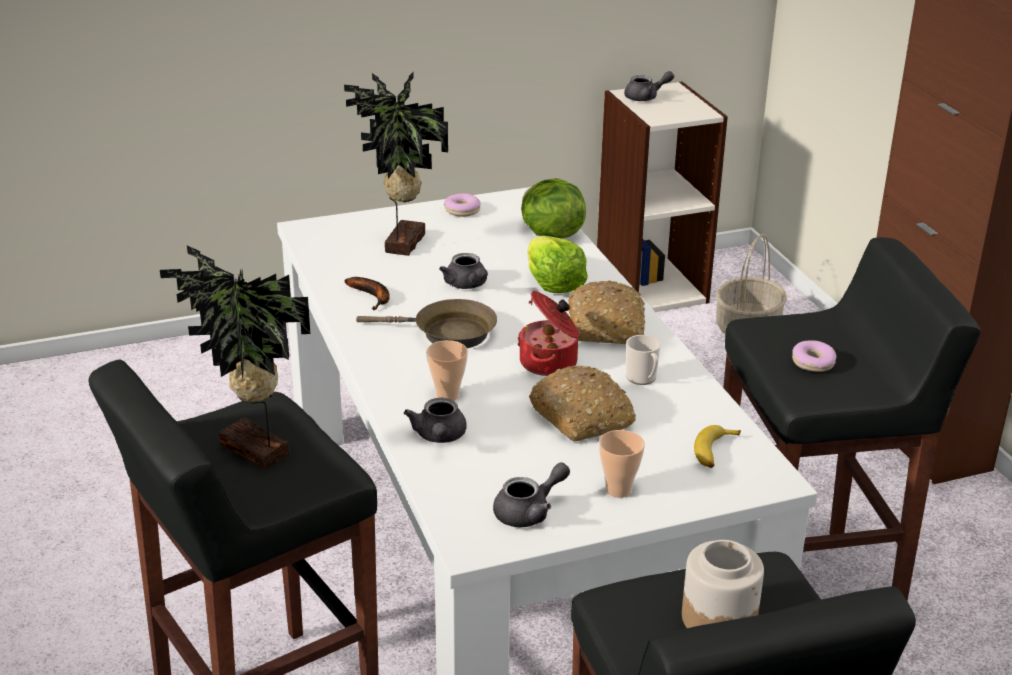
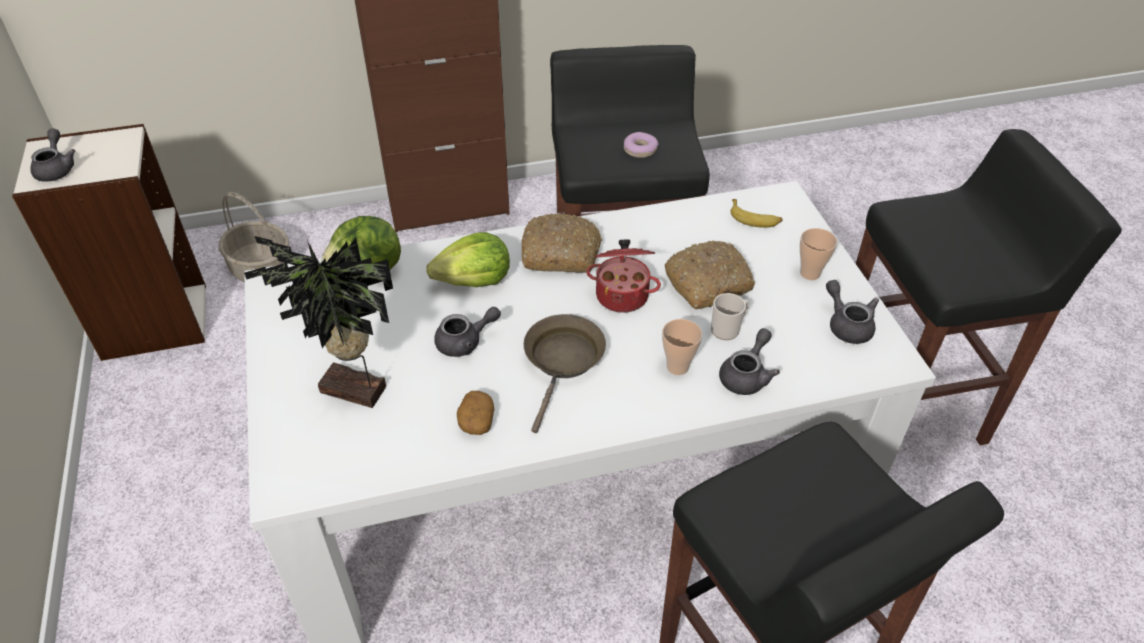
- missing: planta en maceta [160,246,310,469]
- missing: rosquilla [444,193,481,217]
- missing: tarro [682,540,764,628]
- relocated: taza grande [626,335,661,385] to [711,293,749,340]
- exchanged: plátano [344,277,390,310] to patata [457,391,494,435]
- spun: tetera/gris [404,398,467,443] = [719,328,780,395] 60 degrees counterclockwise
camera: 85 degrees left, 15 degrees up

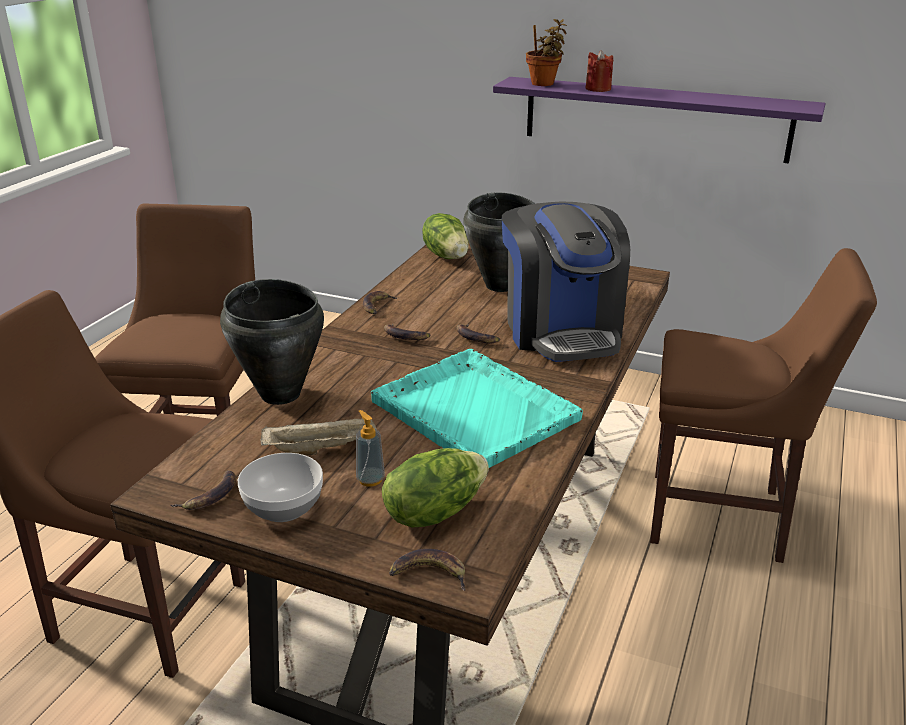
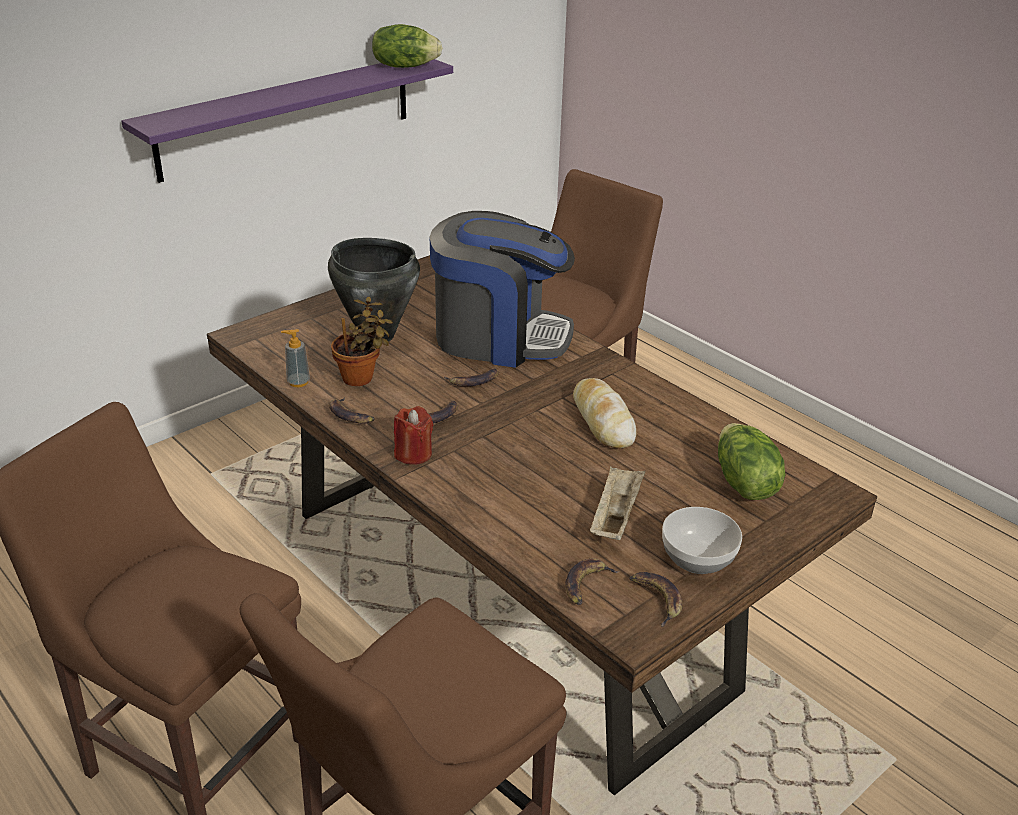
- missing: olla/negro [220,279,324,405]
- relocated: dispensador de jabón [356,410,385,487] to [281,329,310,387]
- relocated: plátano [389,549,465,591] to [565,558,620,605]
- relocated: lechuga [422,213,469,259] to [372,24,442,68]
- relocated: planta en maceta [526,19,567,86] to [331,297,393,386]
- relocated: vela/rojo [585,50,613,92] to [394,406,434,465]
- exchanged: bandeja/turquesa [371,349,583,468] to pan [573,378,636,449]
camera: 65 degrees left, 5 degrees up

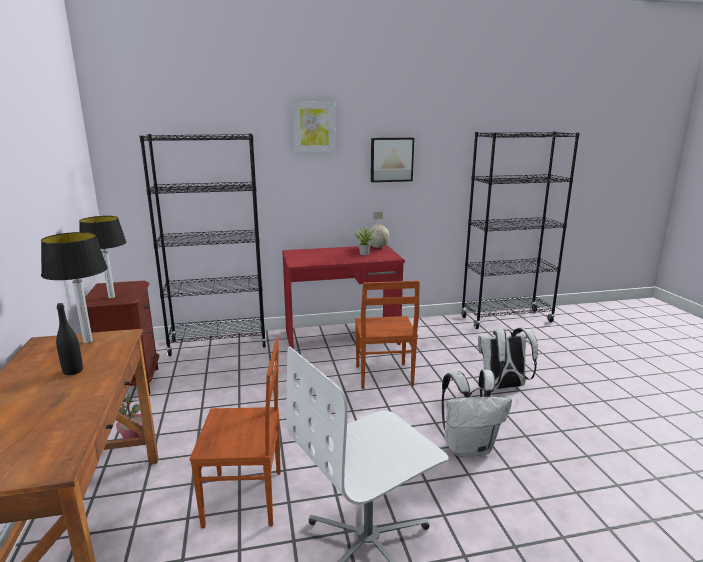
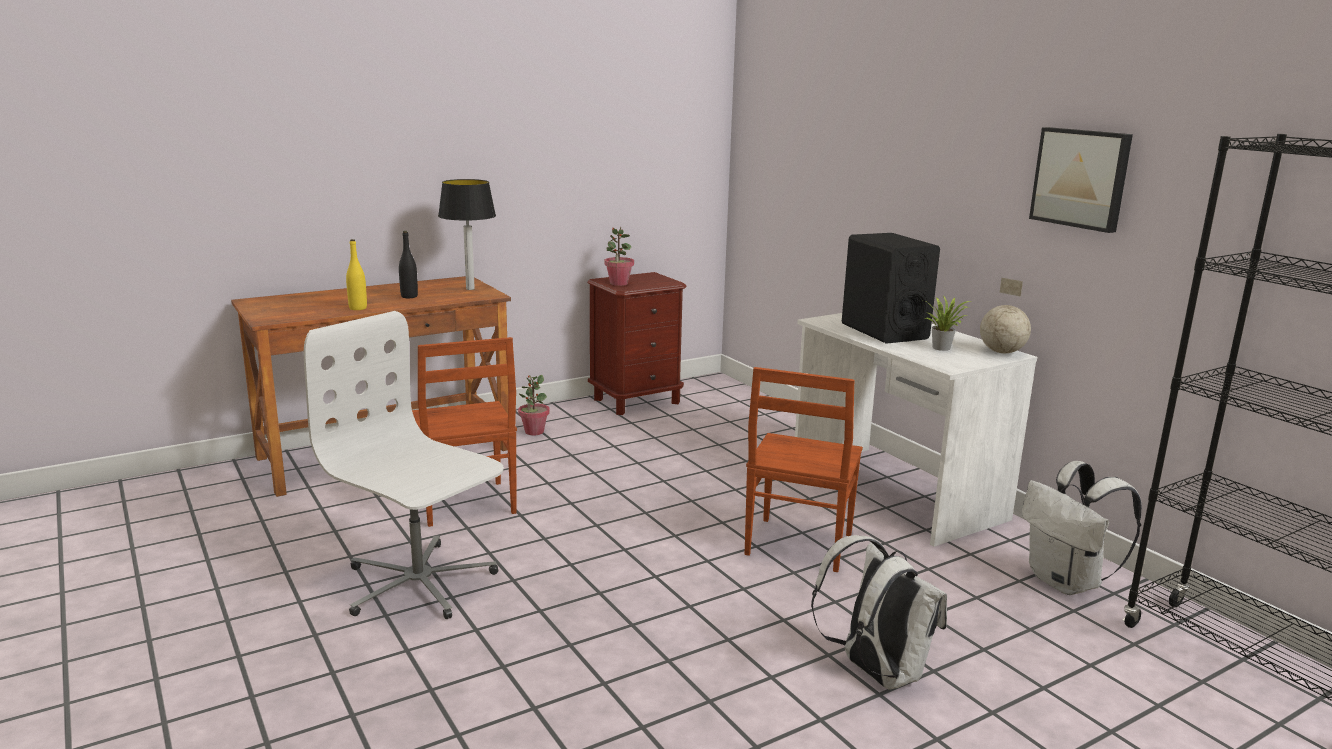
- missing: estantería/negro [140,133,267,356]
- missing: cuadro [292,101,336,153]
- appeared: botella/amarillo [346,239,367,310]
- appeared: altavoz/negro [842,233,940,344]
- relocated: mochila/blanco [442,370,512,457] to [1022,461,1142,595]
- exchanged: lámpara de mesa [79,216,127,298] to planta en maceta [604,227,634,286]
- colour: escritorio/rojo [282,245,405,349] to escritorio/blanco [795,313,1037,547]
- spun: silla/marrón [355,281,420,389] = [745,367,863,572] 45 degrees counterclockwise
camera: 70 degrees right, 0 degrees up

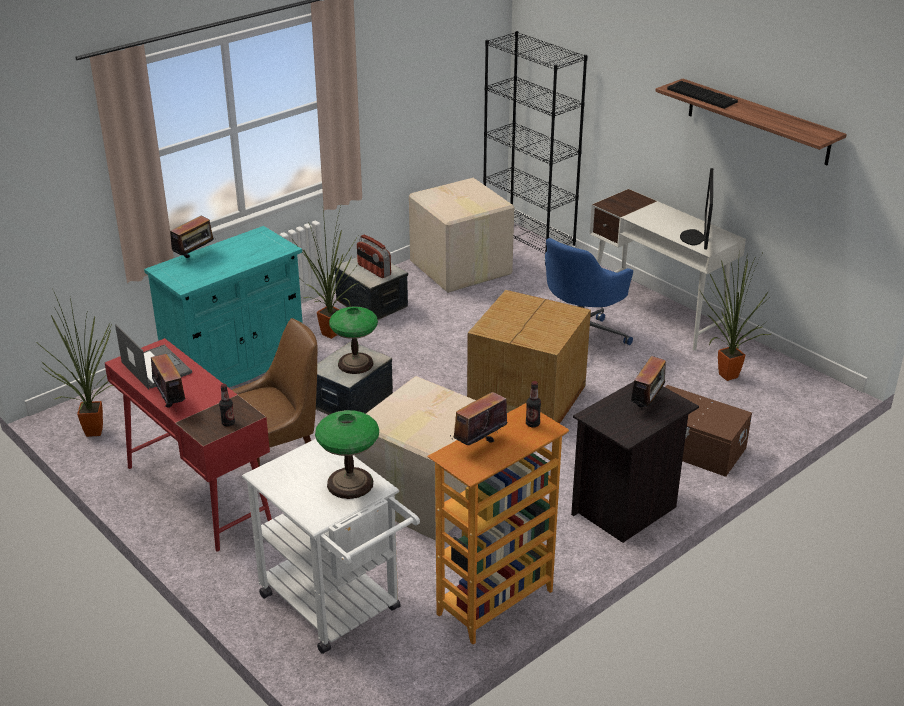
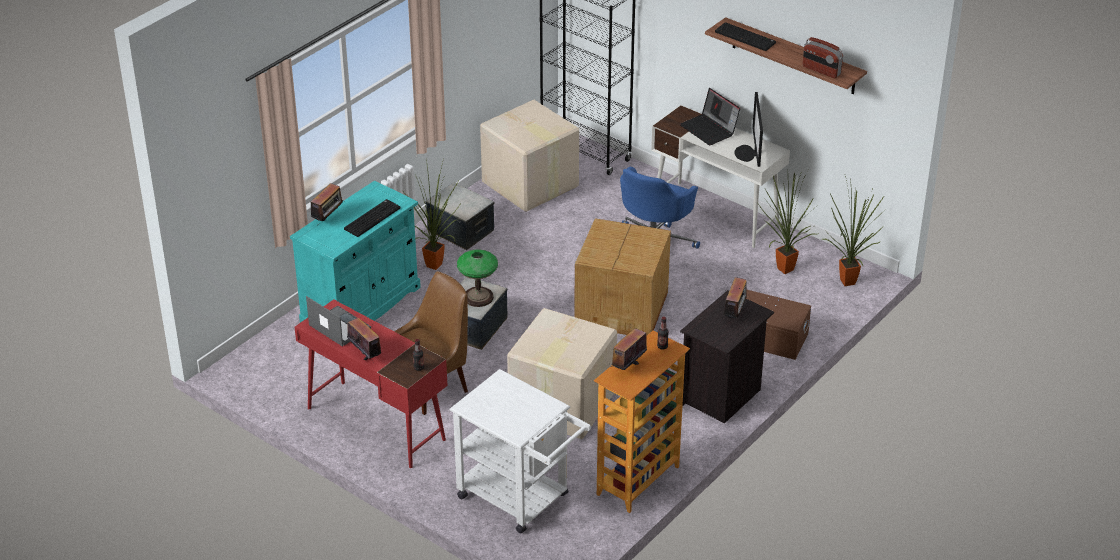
- missing: lámpara de mesa [315,410,379,499]
- appeared: teclado [344,199,400,237]
- appeared: portátil [680,88,740,146]
- relocated: planta en maceta [35,290,113,437] to [822,176,884,286]
- relocated: radio [357,235,391,278] to [803,37,843,78]
camera: 10 degrees left, 5 degrees up

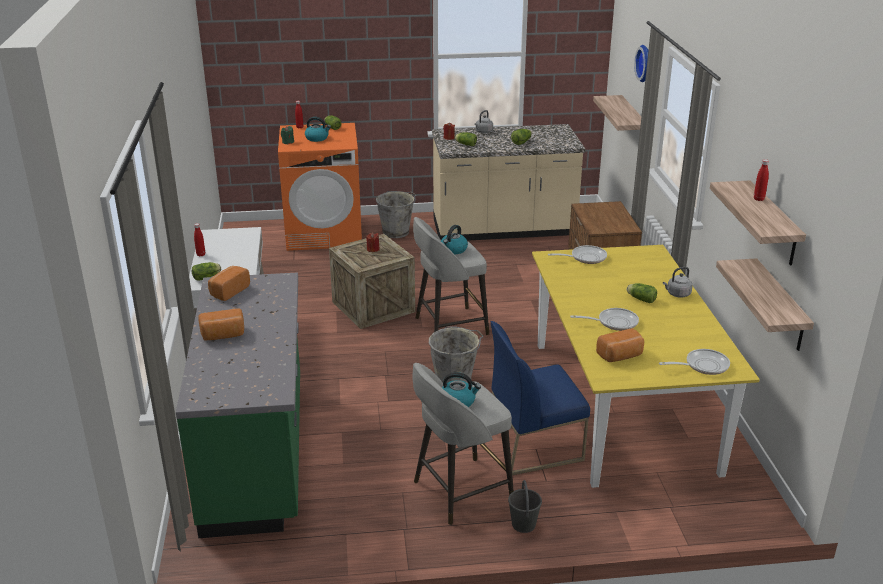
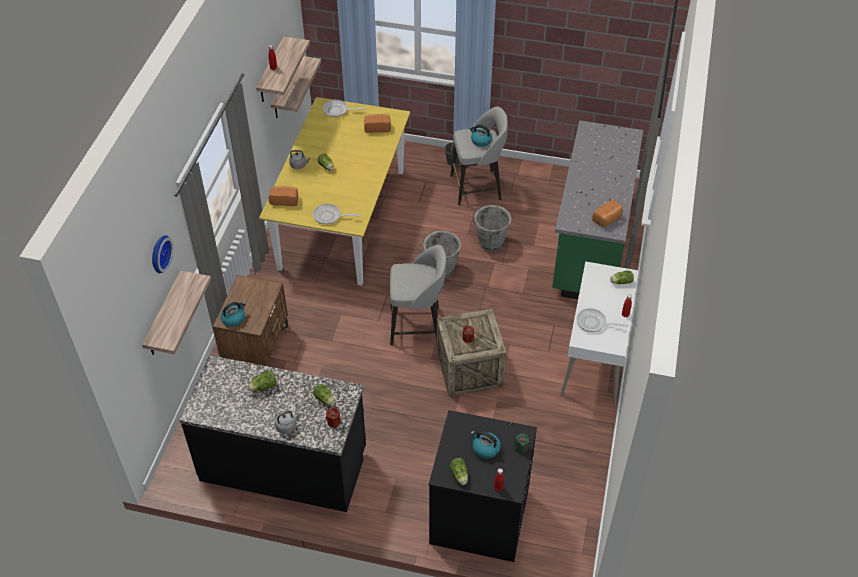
- missing: silla/azul [491,321,590,475]
- relocated: pan [199,308,244,341] to [269,186,298,206]
- relocated: cubo/gris [376,191,416,238] to [470,205,511,251]
- relocated: hervidor [441,225,468,254] to [220,302,246,327]
- relocated: sartén [570,308,639,331] to [576,308,629,332]
- colour: lavadora/naranja [278,123,362,251] to lavadora/negro [428,410,537,562]
- colour: mueble bajo de cocina/beis [432,124,585,241] to mueble bajo de cocina/negro [179,355,366,512]
camera: 160 degrees left, 20 degrees up

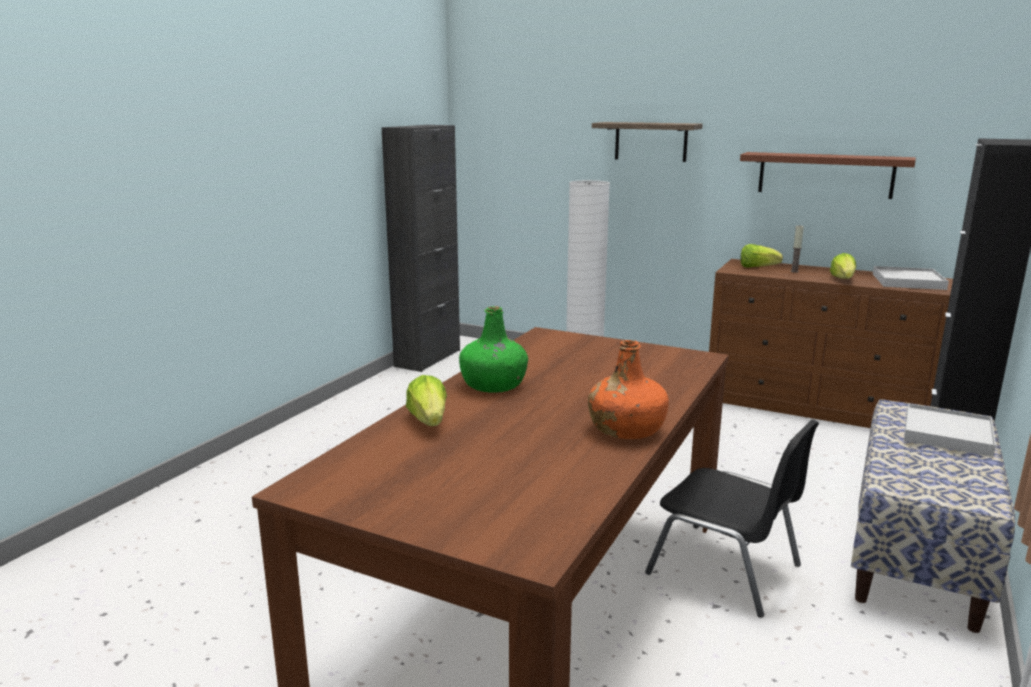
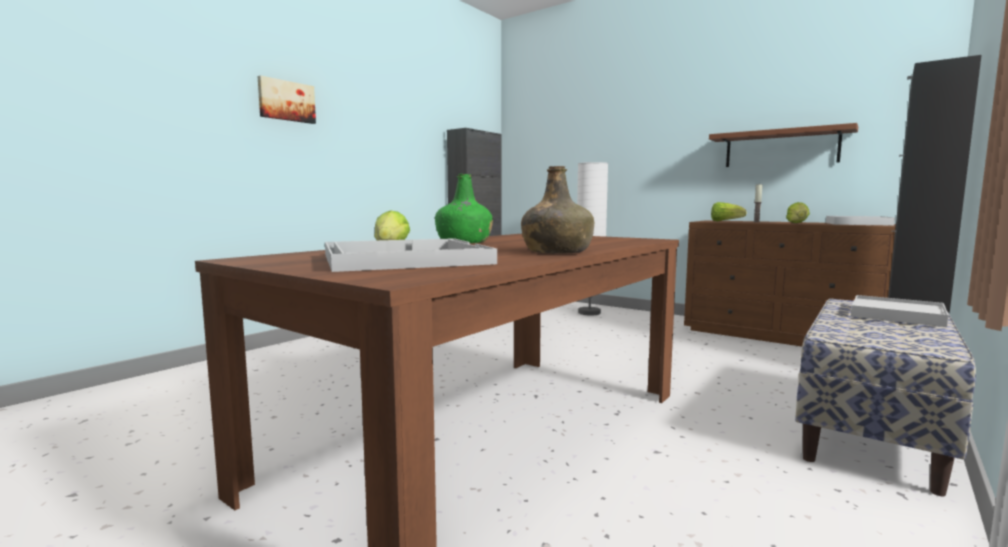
- missing: estante [592,122,703,162]
- missing: silla/negro [645,419,819,618]
- appeared: cuadro [258,75,316,124]
- appeared: bandeja/blanco [325,238,497,272]
- colour: botella/naranja [588,340,669,439] to botella/verde [521,166,594,254]
camera: 10 degrees right, 10 degrees down

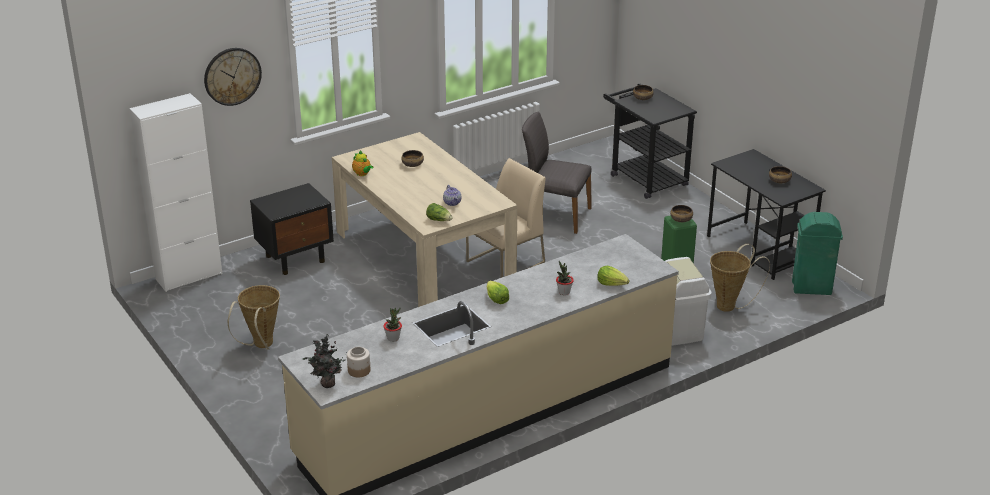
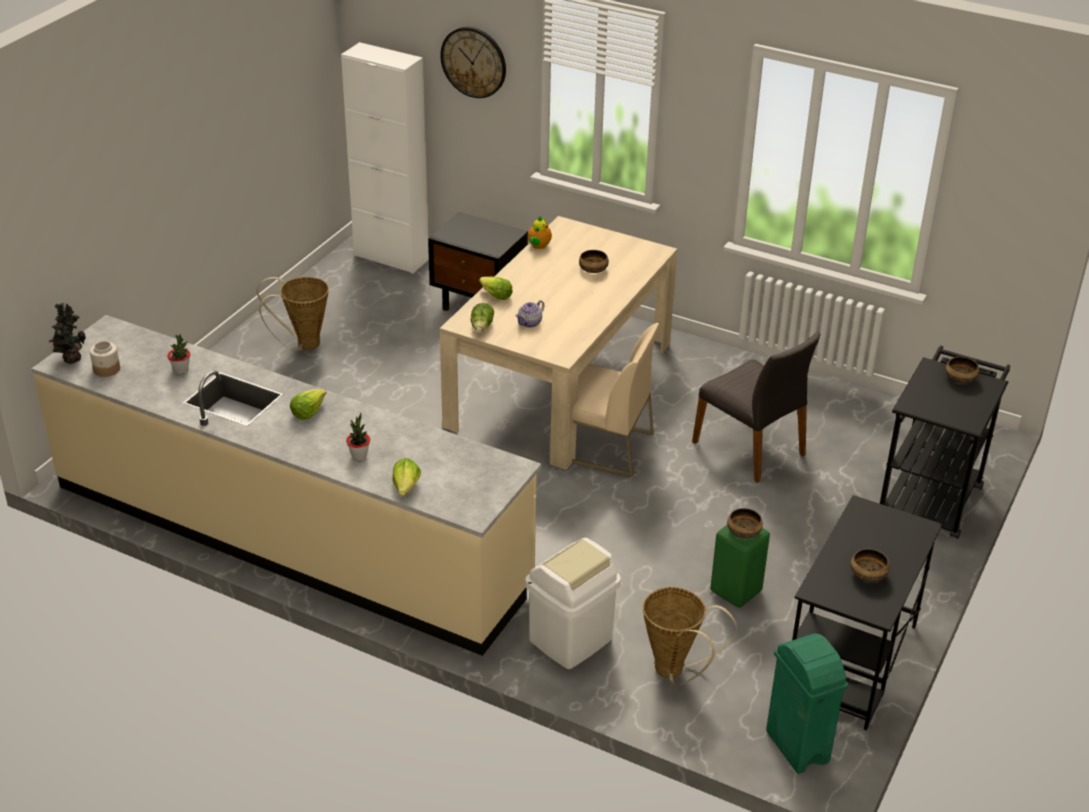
- appeared: lechuga [479,277,513,300]
- spun: silla/gris [522,112,592,234] = [692,331,821,483] 150 degrees clockwise
camera: 60 degrees right, 5 degrees up

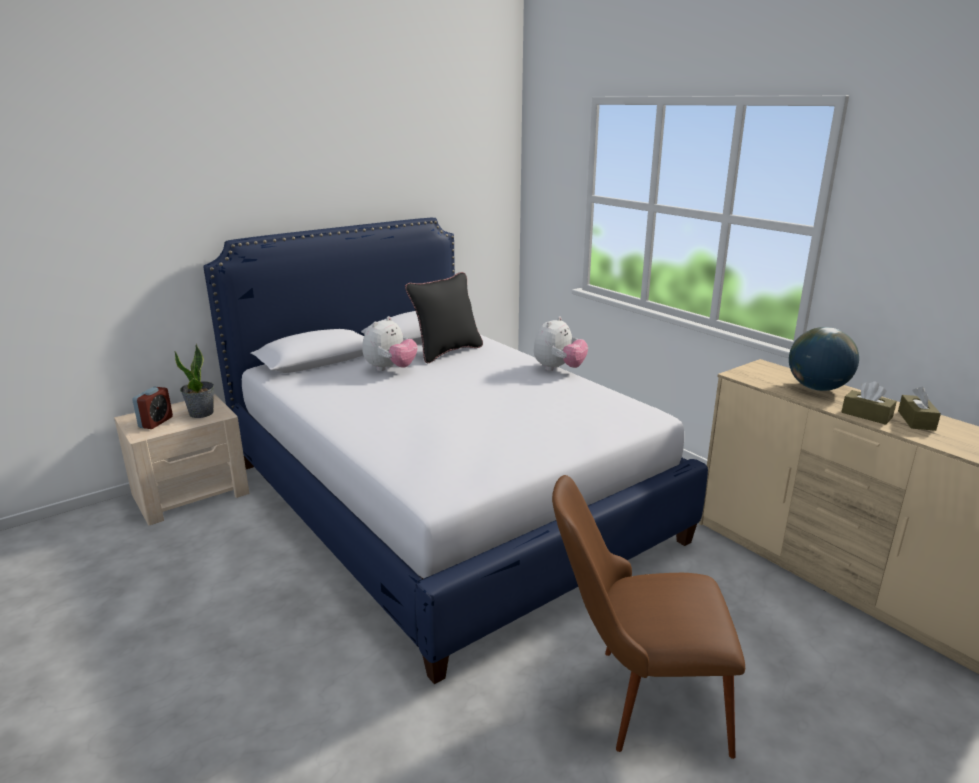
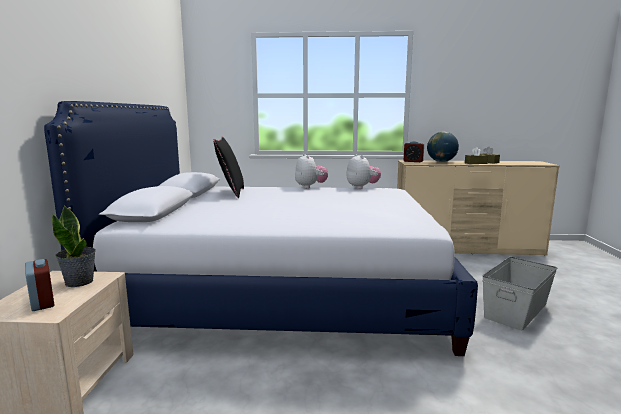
- appeared: despertador [404,141,424,162]
- relocated: peluche [362,316,418,371] to [346,154,381,189]
- exchanged: silla/marrón [552,475,745,759] to caja de almacenaje/gris [482,257,557,330]
camera: 50 degrees left, 10 degrees down

